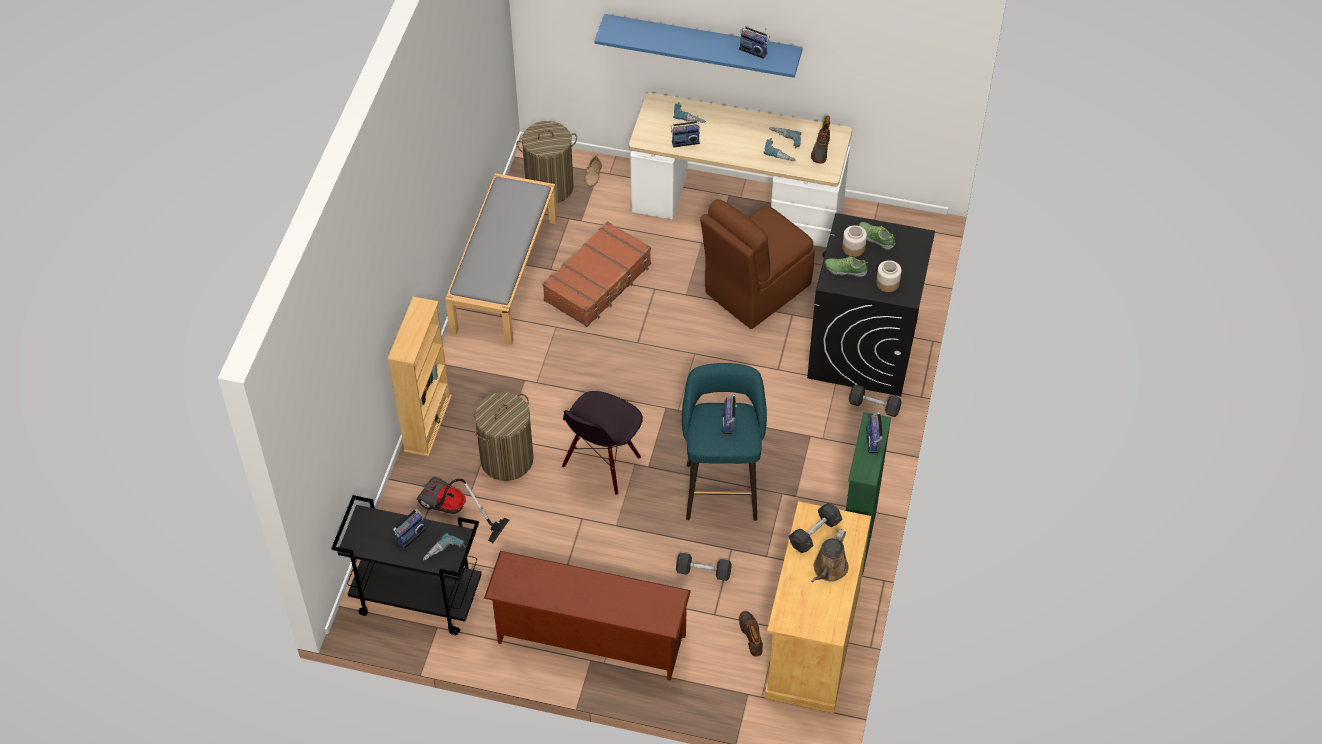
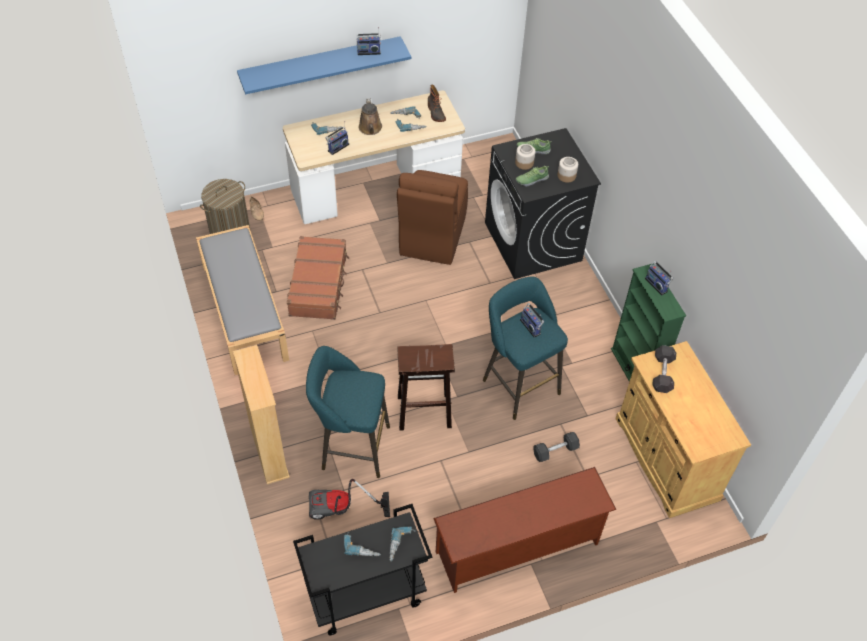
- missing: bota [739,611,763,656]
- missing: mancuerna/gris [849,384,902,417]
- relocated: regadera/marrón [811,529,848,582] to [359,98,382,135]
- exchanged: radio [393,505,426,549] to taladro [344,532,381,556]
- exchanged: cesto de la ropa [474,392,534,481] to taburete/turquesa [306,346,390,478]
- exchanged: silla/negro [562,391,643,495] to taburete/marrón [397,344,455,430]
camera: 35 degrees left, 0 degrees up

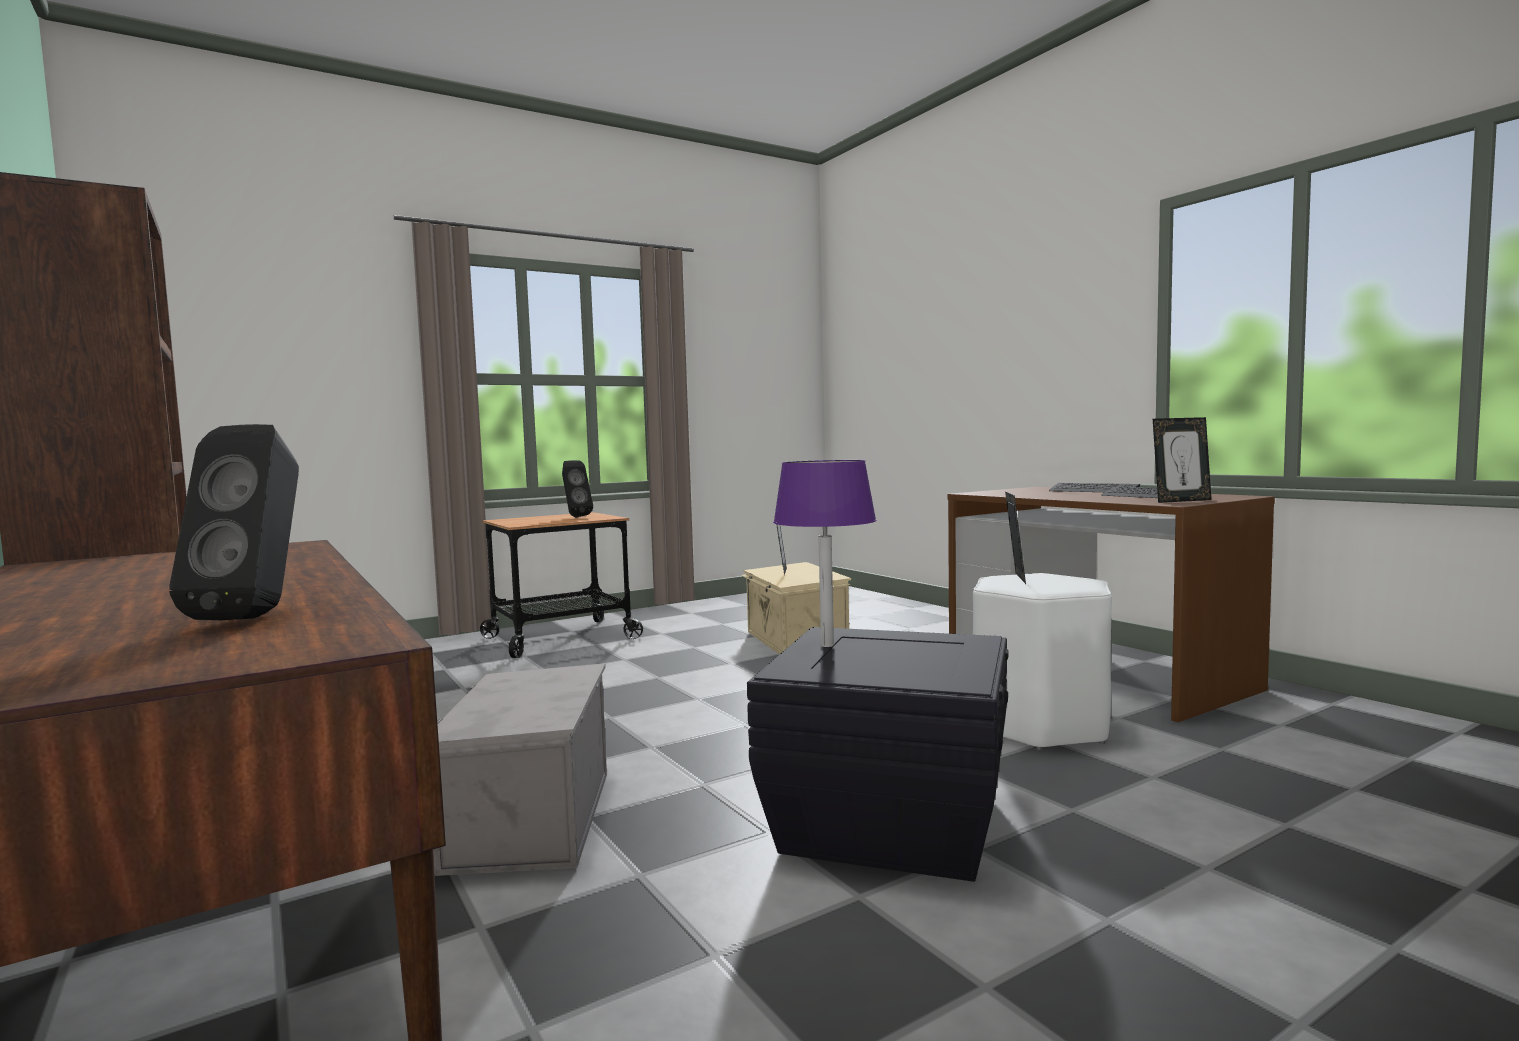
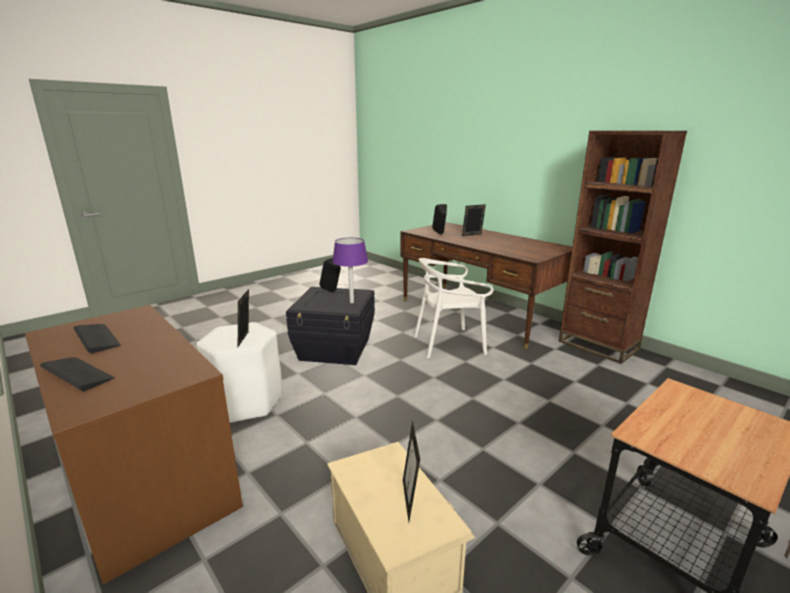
- relocated: altavoz/negro [562,460,593,517] to [319,258,341,292]
- relocated: portarretratos [1153,417,1212,503] to [462,204,486,236]
- exchanged: caja de almacenaje/gris [433,663,607,876] to silla/blanco [414,258,493,358]
camera: 170 degrees right, 15 degrees up

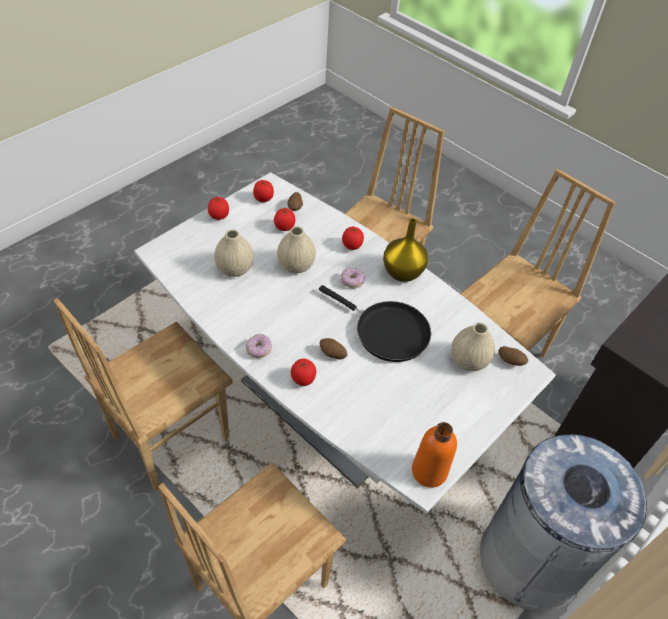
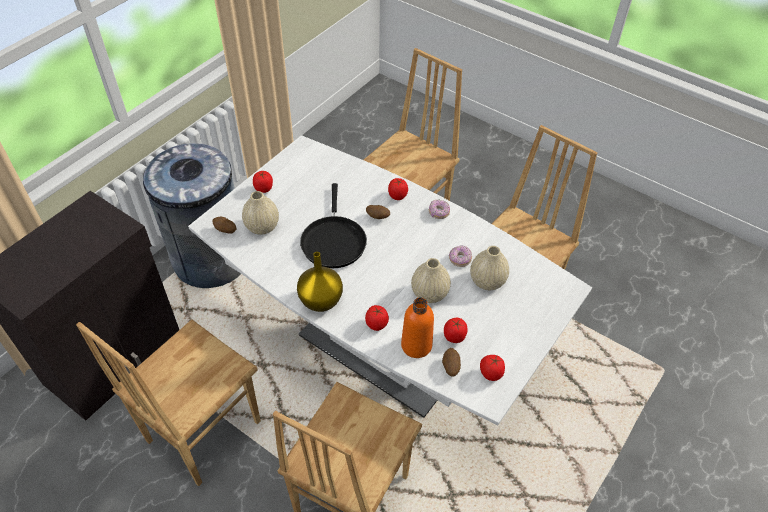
- relocated: tomate [208,197,229,220] to [253,171,273,193]
- relocated: rosquilla [341,268,364,288] to [449,245,472,267]
- relocated: botella/naranja [412,422,457,488] to [401,297,434,358]
- spun: sartén/negro [319,285,431,362] = [300,183,367,268] 120 degrees counterclockwise
camera: 175 degrees right, 0 degrees up

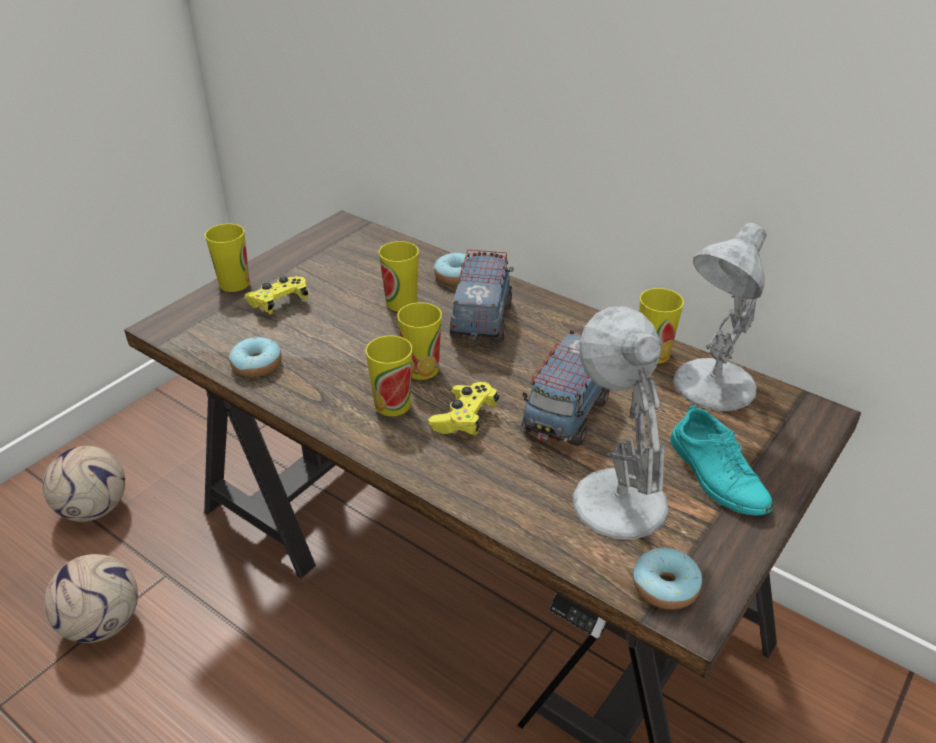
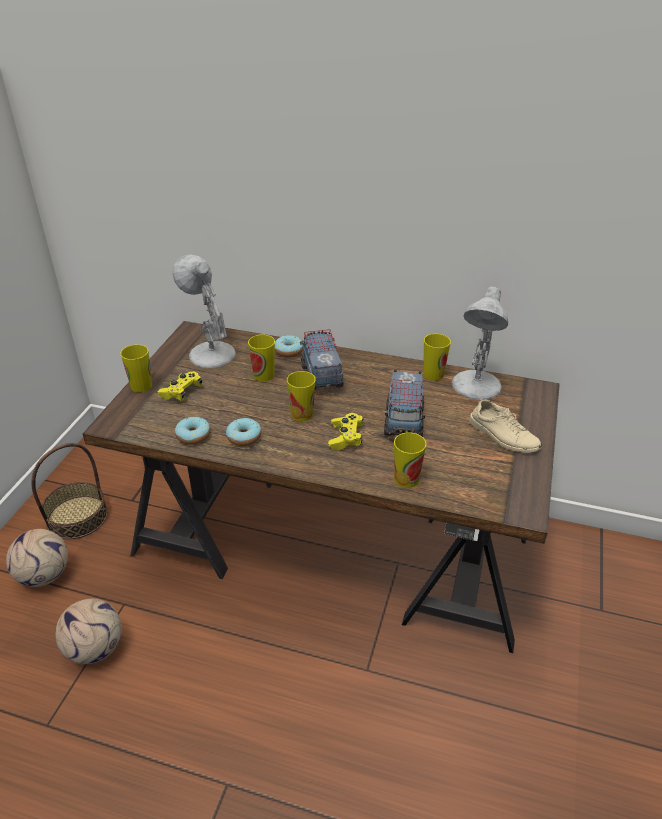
- appeared: cesta [32,443,108,540]
- relocated: taza [365,336,413,416] to [394,432,426,488]
- relocated: lámpara de mesa/blanco [573,306,669,540] to [172,254,236,368]
- relocated: rosquilla [633,548,702,610] to [226,418,261,446]
- colour: zapato/turquesa [670,404,773,515] to zapato/beis [469,398,542,453]
camera: 20 degrees left, 0 degrees up

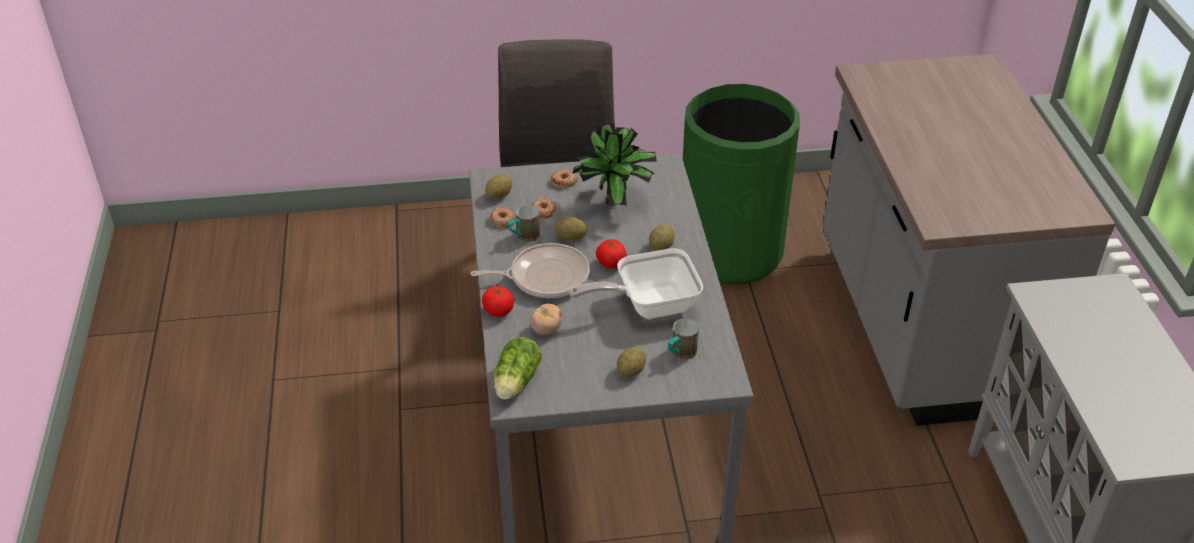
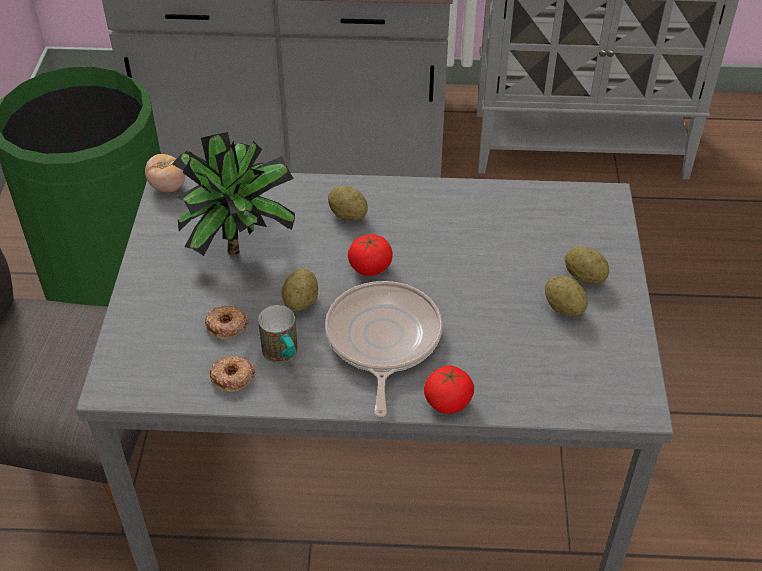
- missing: lechuga [494,337,542,399]
- missing: rosquilla [551,170,578,188]
- missing: sartén [569,248,703,319]
- missing: taza grande [668,318,699,360]
- relocated: patata [485,174,512,199] to [545,275,588,316]
- relocated: tomate [530,304,562,335] to [145,154,186,192]
camera: 80 degrees left, 5 degrees up

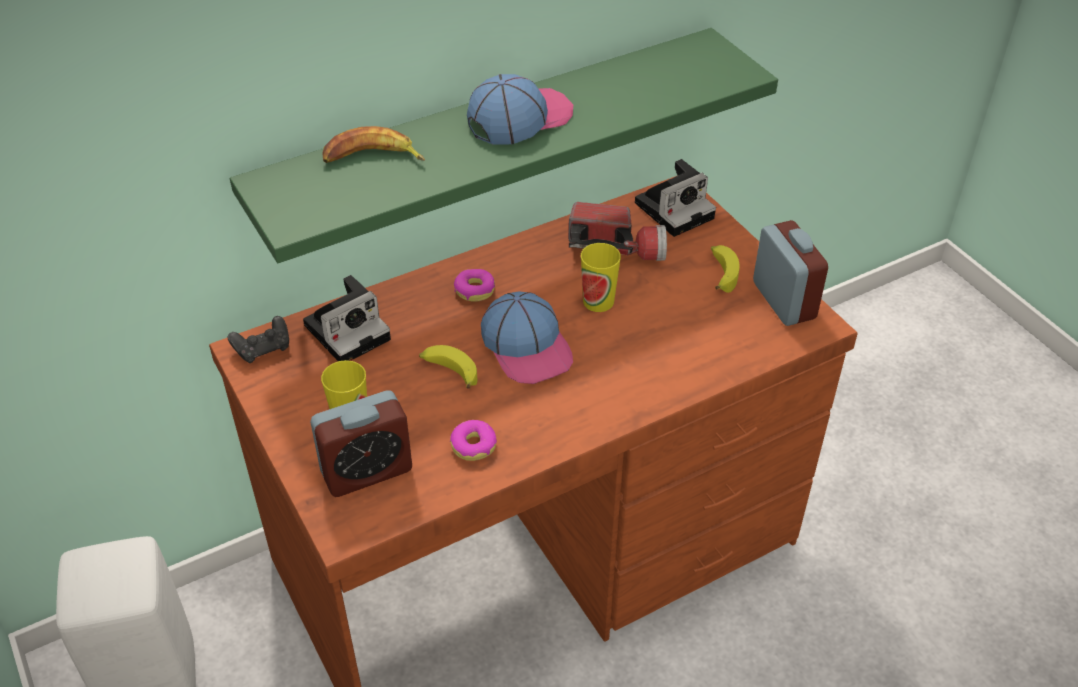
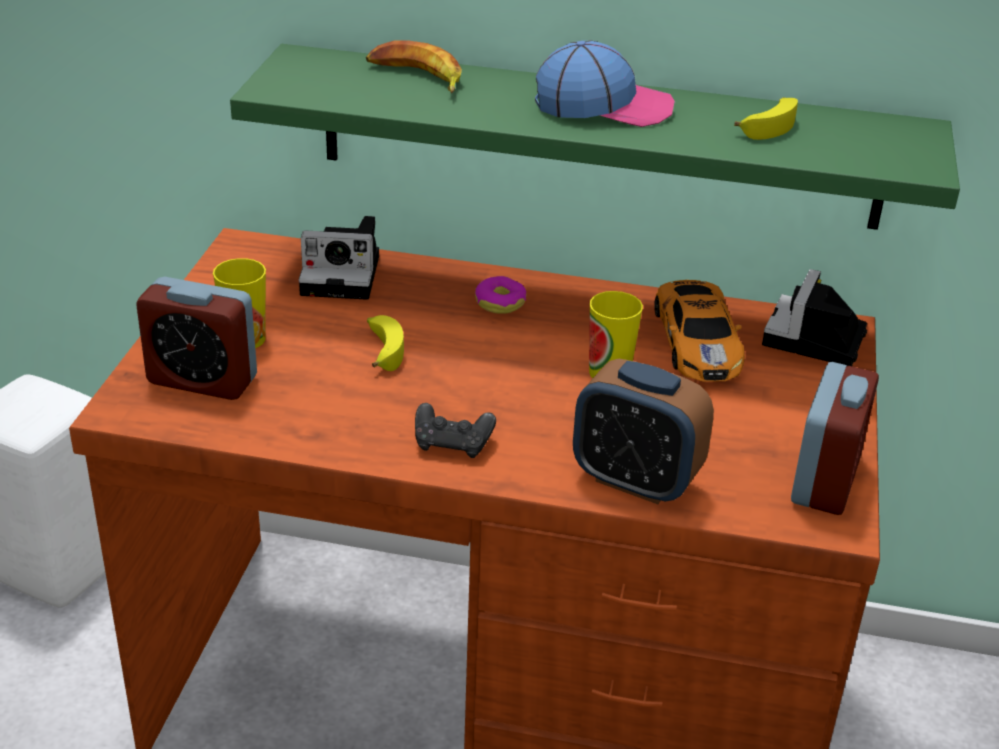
- missing: rosquilla [450,420,497,461]
- missing: gorra [481,291,573,384]
- appeared: despertador [573,359,714,504]
- relocated: mando de consola/negro [228,316,289,363] to [415,403,496,458]
- relocated: plátano [711,245,739,293] to [734,97,798,140]
- exchanged: linterna [568,202,667,261] to coche de juguete [654,280,745,382]
- spun: cámara [635,159,716,237] = [762,269,867,366] 105 degrees clockwise
camera: 40 degrees right, 10 degrees down

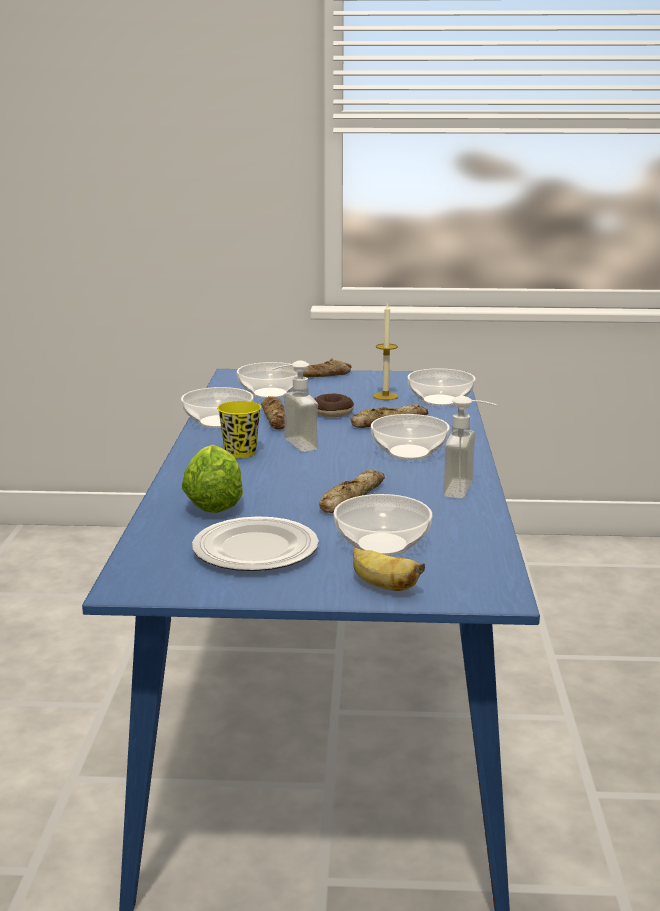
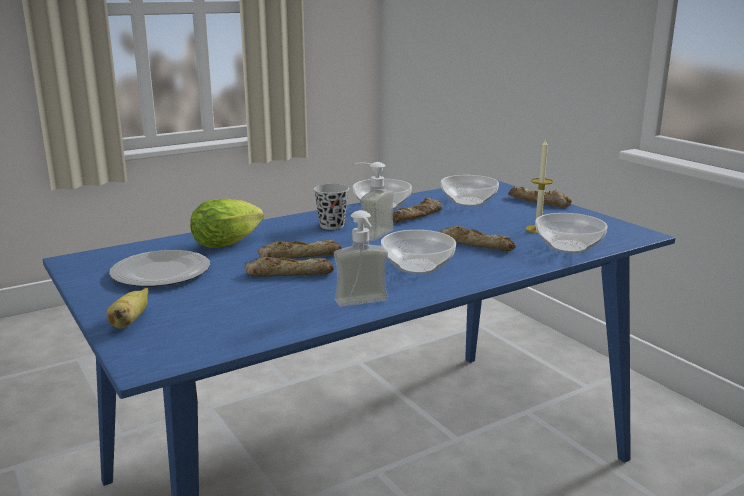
- missing: rosquilla [314,394,354,417]
- missing: cuenco [334,494,432,556]
- appeared: pan [258,240,342,259]
- colour: taza/amarillo [217,401,261,458] to taza/negro [314,184,349,230]
camera: 55 degrees right, 0 degrees up

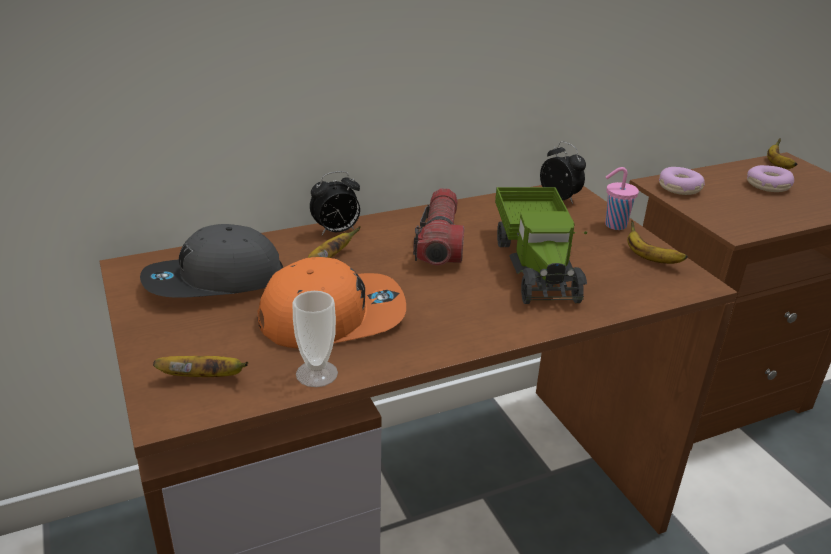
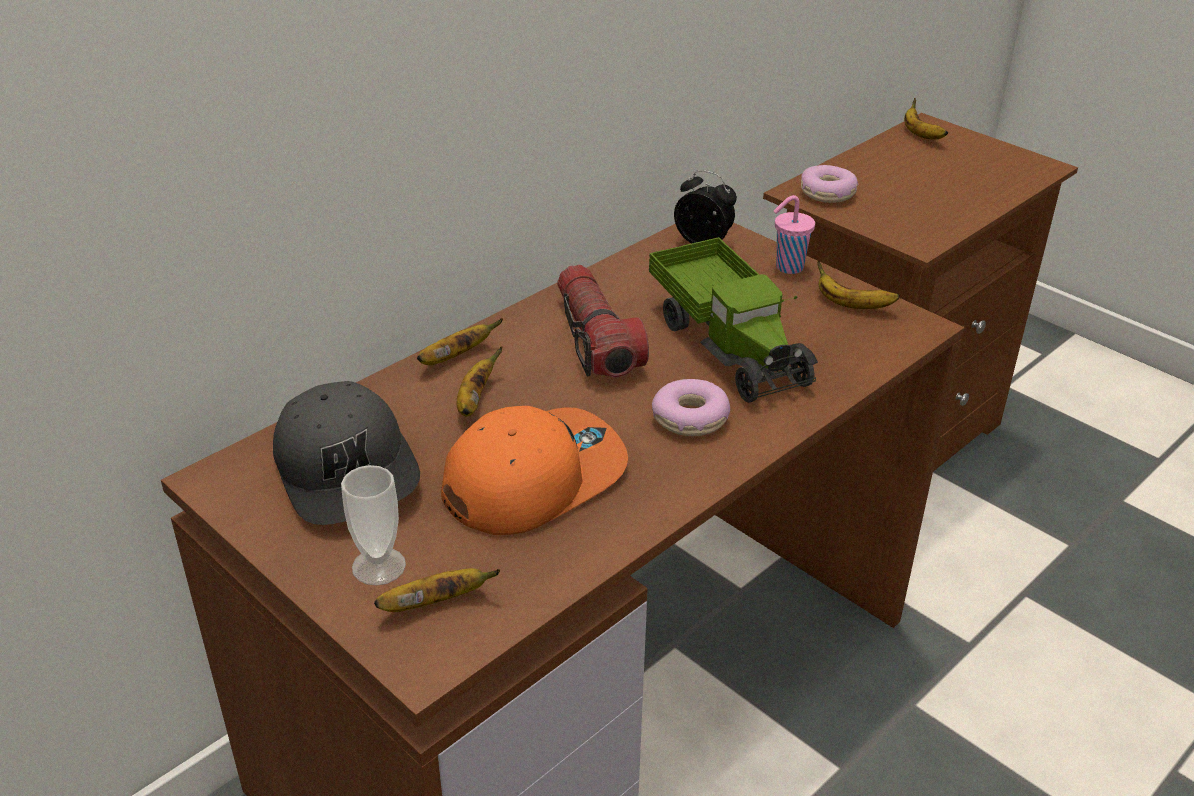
- relocated: taza [293,291,338,387] to [341,465,406,586]
- relocated: rosquilla [747,165,794,192] to [652,379,730,436]
- exchanged: despertador [310,171,360,235] to plátano [417,319,503,365]
- spun: gorra/gris [140,224,283,298] = [273,381,420,525] 75 degrees counterclockwise
camera: 20 degrees left, 5 degrees up

